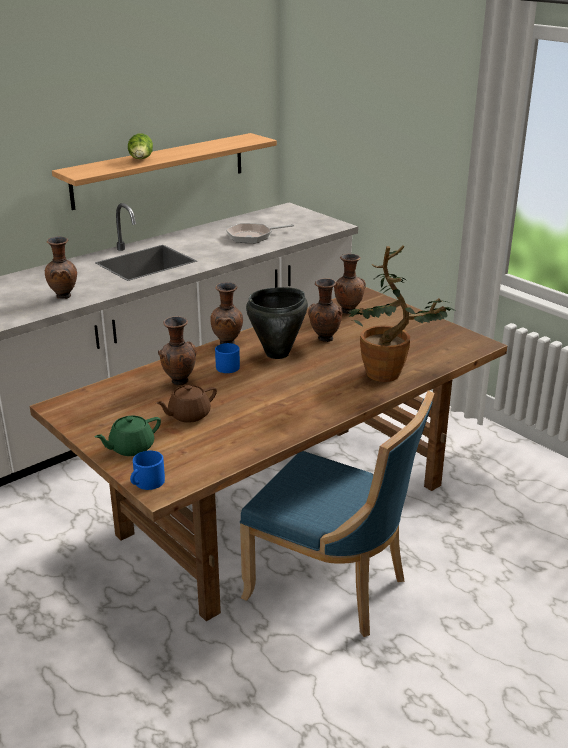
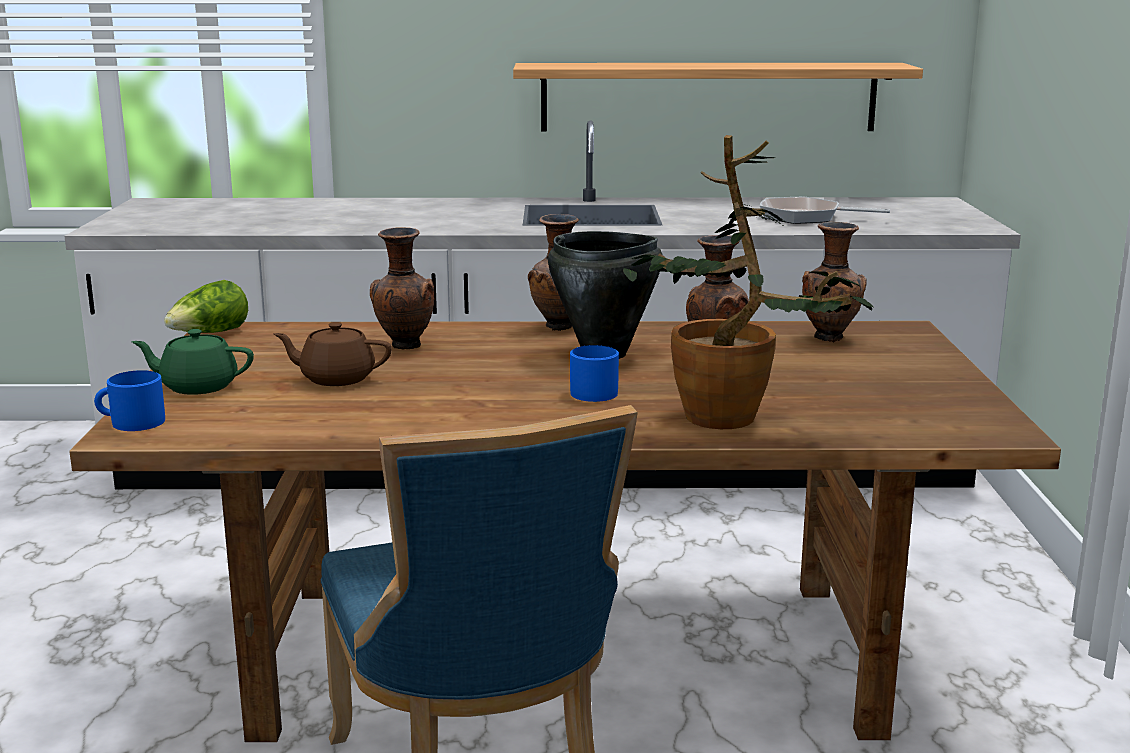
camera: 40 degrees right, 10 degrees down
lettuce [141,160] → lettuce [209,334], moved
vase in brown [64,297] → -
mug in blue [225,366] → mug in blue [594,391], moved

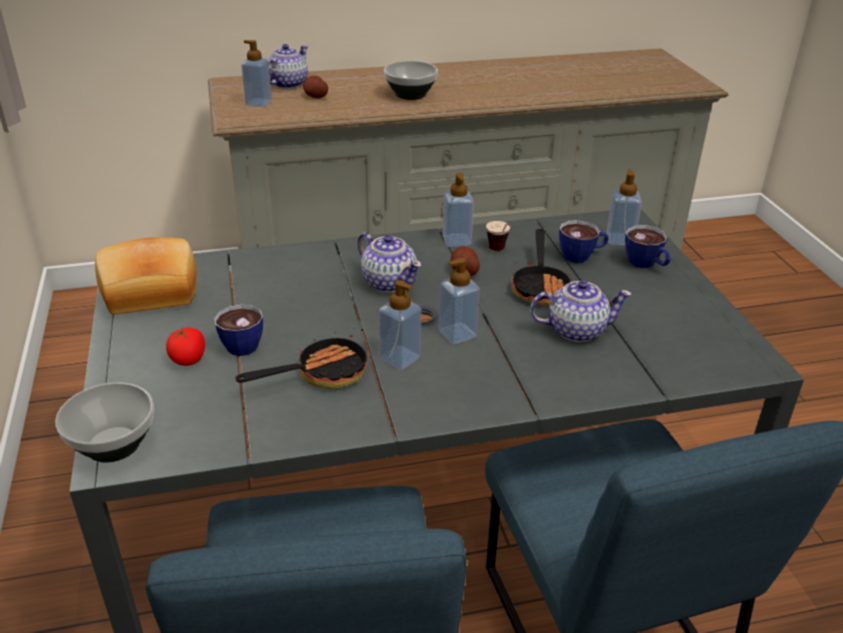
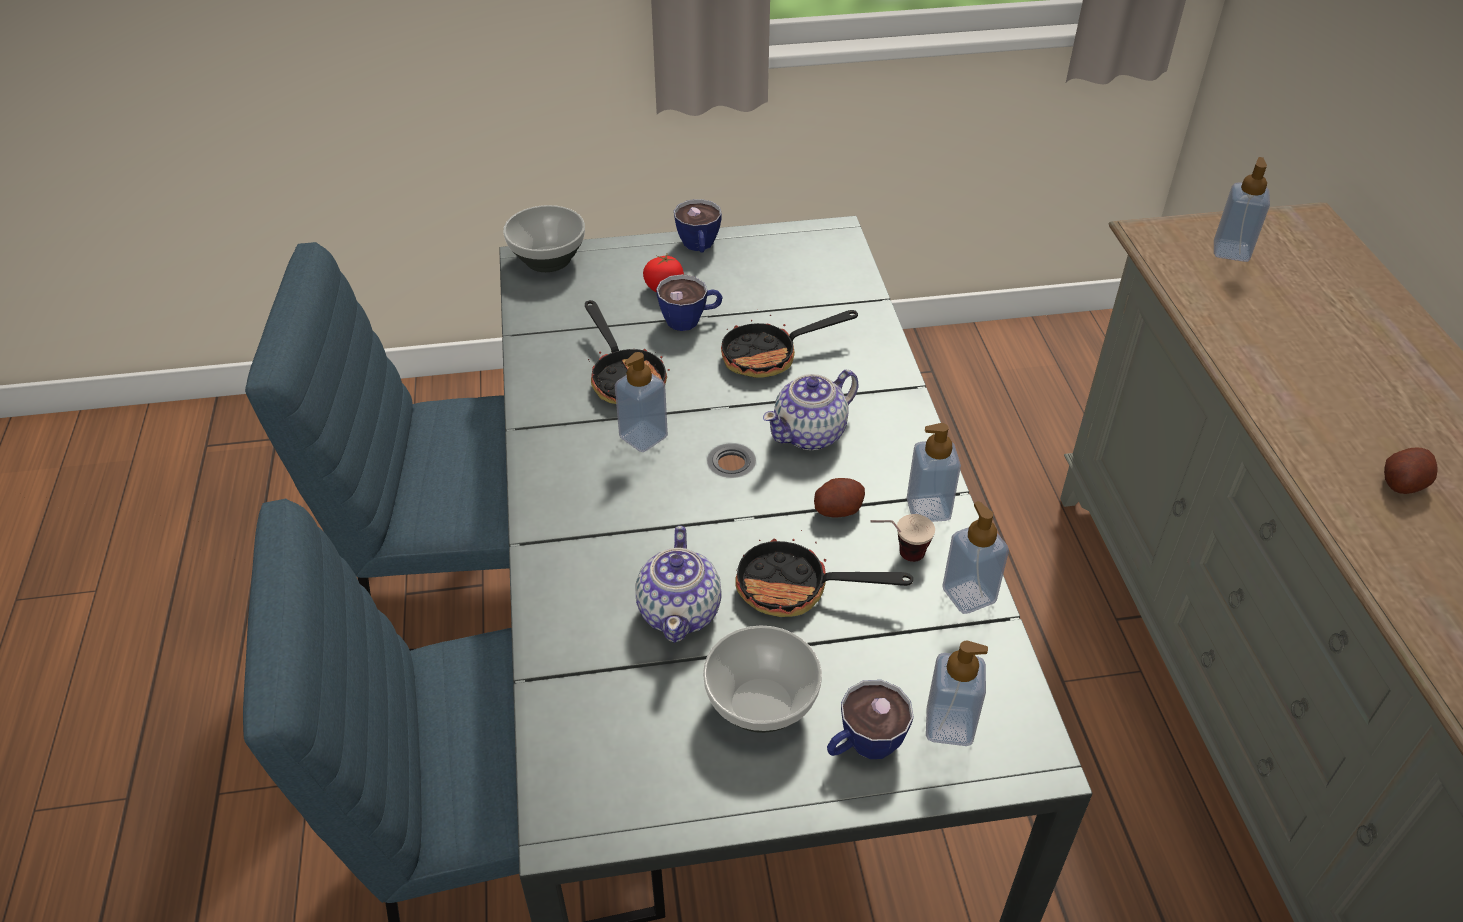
camera: 95 degrees right, 10 degrees up
teapot [287,84] → -
bowl [411,95] → bowl [761,707], moved
potato [315,96] → potato [1402,483], moved
cup [582,256] → cup [699,247], moved
bread [151,293] → -
soap dispenser [457,334] → soap dispenser [969,595], moved
- → frying pan [770,356]

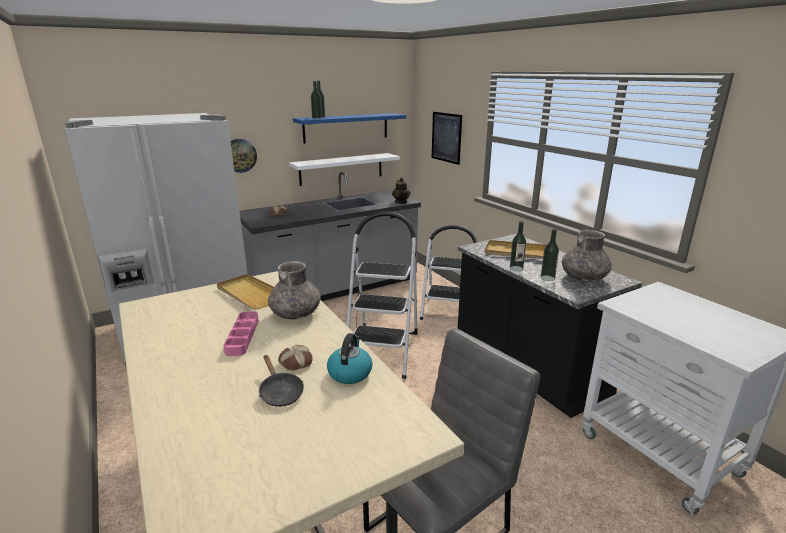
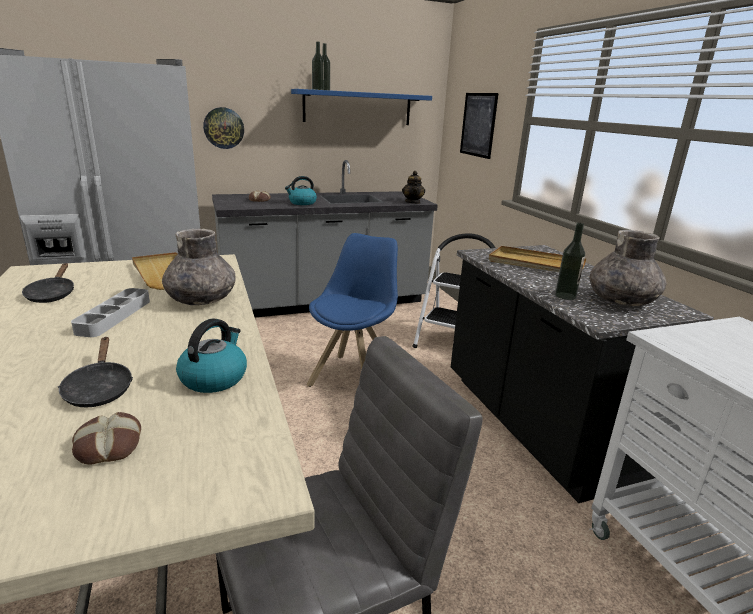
camera: 10 degrees right, 0 degrees up
shelf in white [341,169] → -
step ladder [384,350] → chair in blue [353,377]
bottle [516,268] → -
tray in pink [242,336] → tray in grey [114,316]
bread [295,362] → bread [108,446], moved
- → kettle [302,203]
- → frying pan in black [52,294]

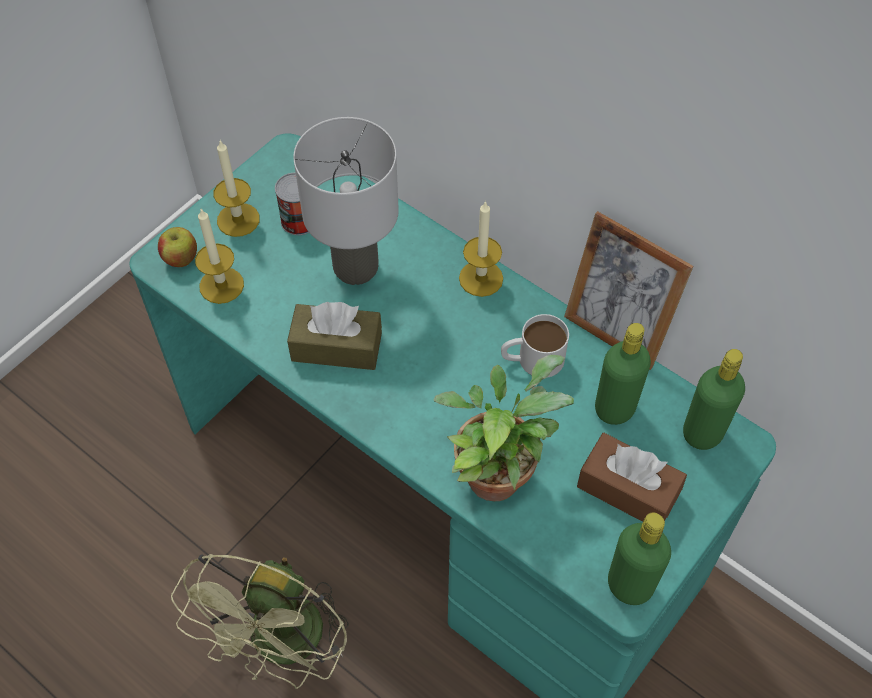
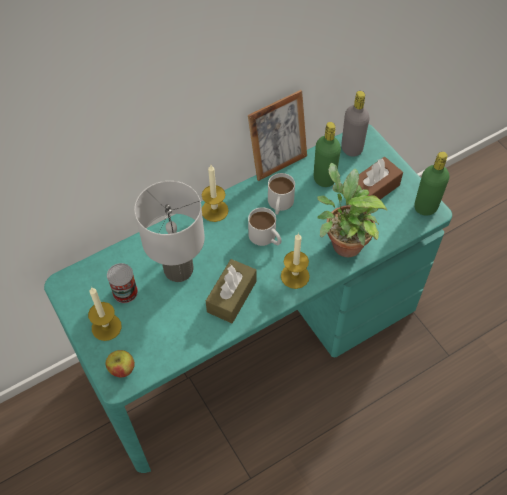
camera: 70 degrees left, 0 degrees up
candle [221,285] → candle [295,276], moved
bottle in green [702,433] → bottle in grey [351,148]
fan in green [283,647] → -
- → mug in white [266,237]

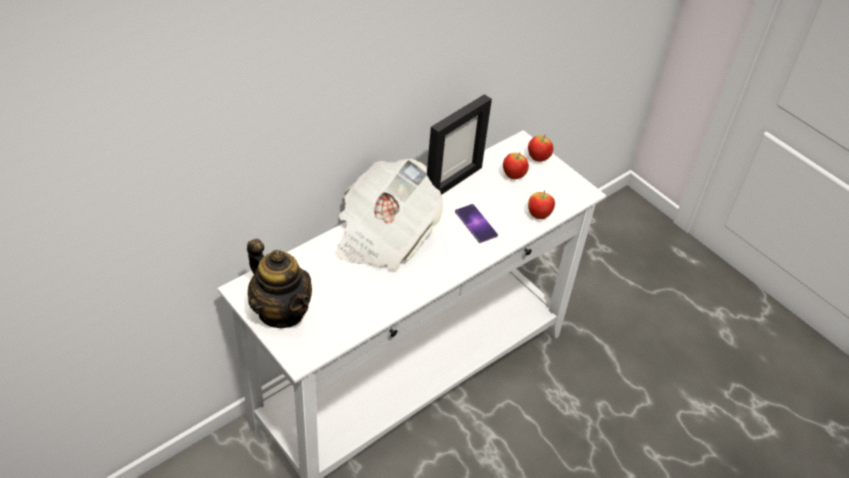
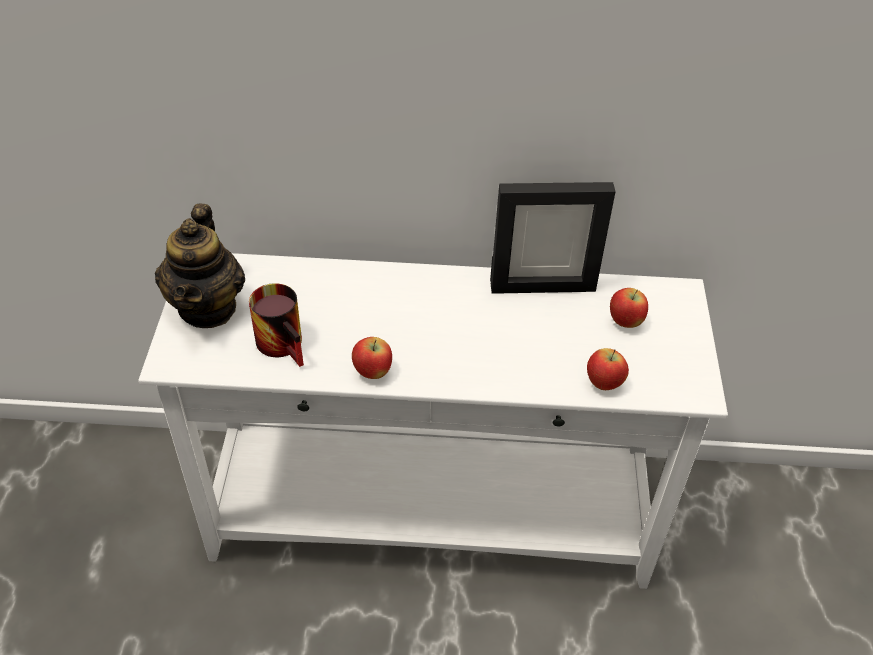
camera: 45 degrees right, 0 degrees up
apple [538,158] → apple [372,372], moved
newspaper [384,235] → -
phone [476,223] → -
- → mug [287,343]

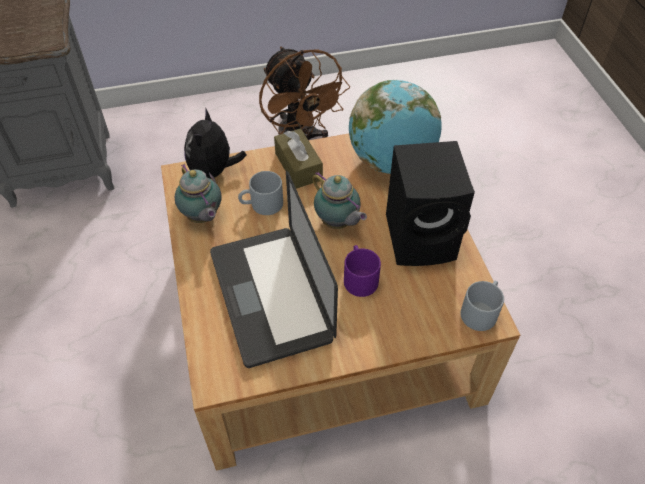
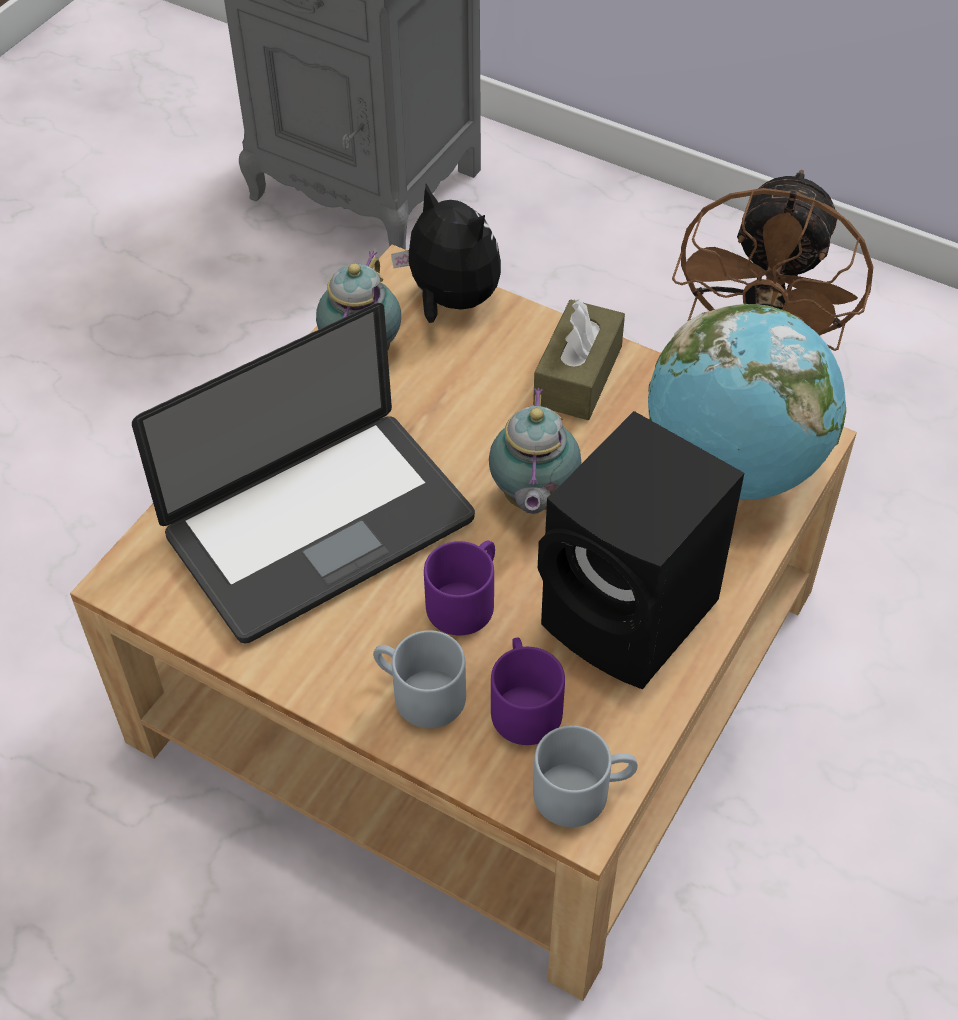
camera: 45 degrees right, 0 degrees up
plush toy [214,171] → plush toy [450,301], 75 degrees clockwise
laptop [270,295] → laptop [320,528], 150 degrees counterclockwise
mug in grey [261,205] → mug in grey [418,693], moved
- → mug in purple [522,703]

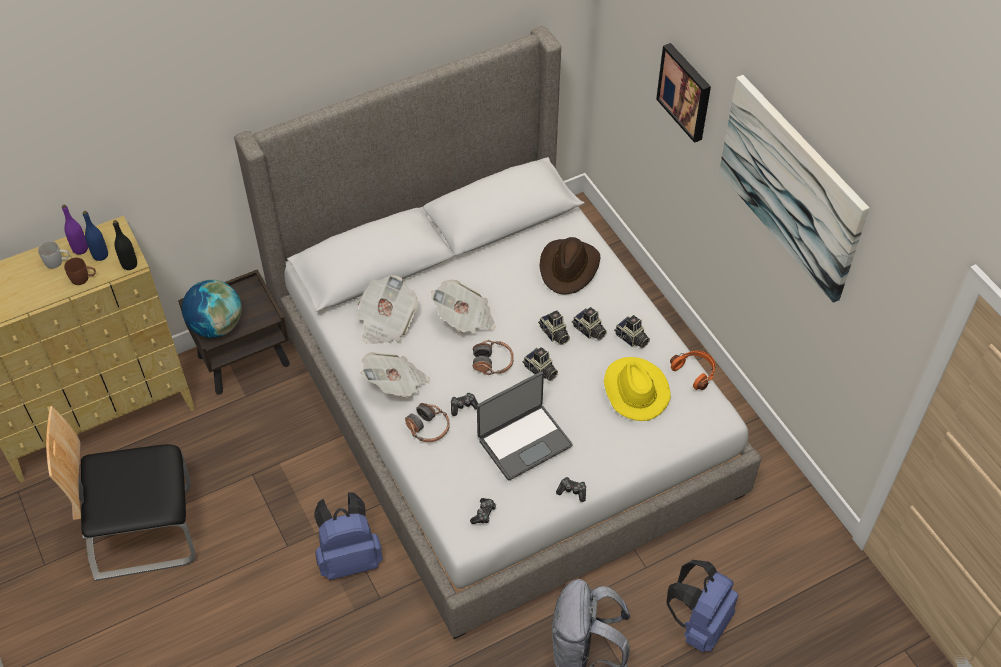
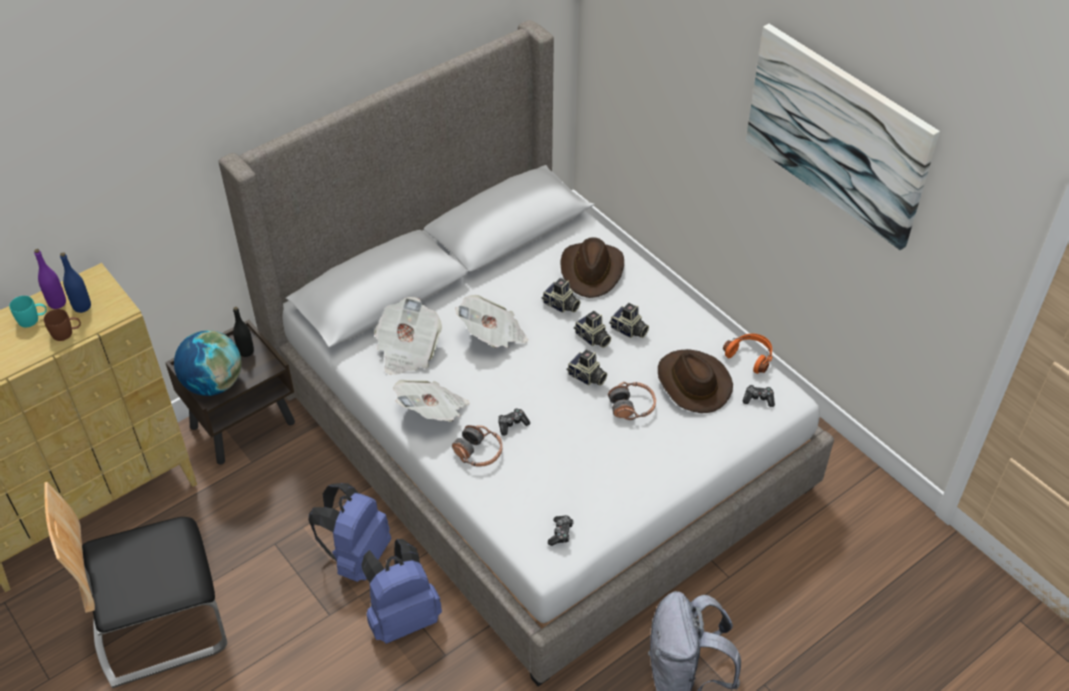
camera: 10 degrees left, 5 degrees down
picture [686,91] → -
bottle in black [129,264] → bottle in black [246,351], moved
mug in white [58,262] → mug in turquoise [33,320]
photo camera [631,339] → photo camera [561,305], moved
headphones [493,362] → headphones [632,406], moved
hat in yellow [635,390] → hat in brown [692,383]
laptop [524,441] → -
game controller [572,491] → game controller [758,399], moved
backpack in blue [699,623] → backpack in blue [357,556], moved

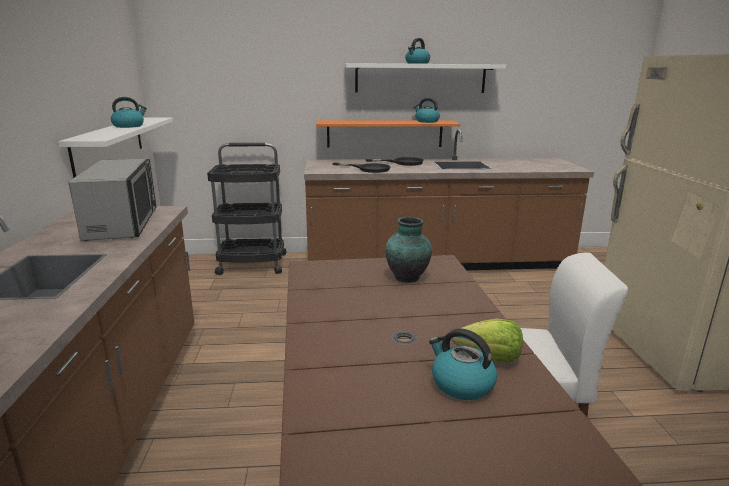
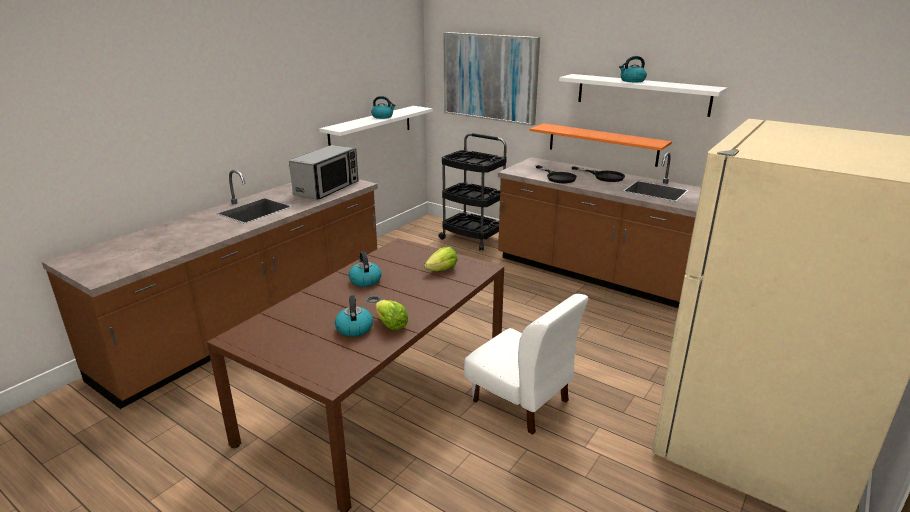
camera: 40 degrees right, 5 degrees up
kettle [426,121] → kettle [365,280], moved
vase [408,277] → lettuce [442,270]
- → picture [490,77]

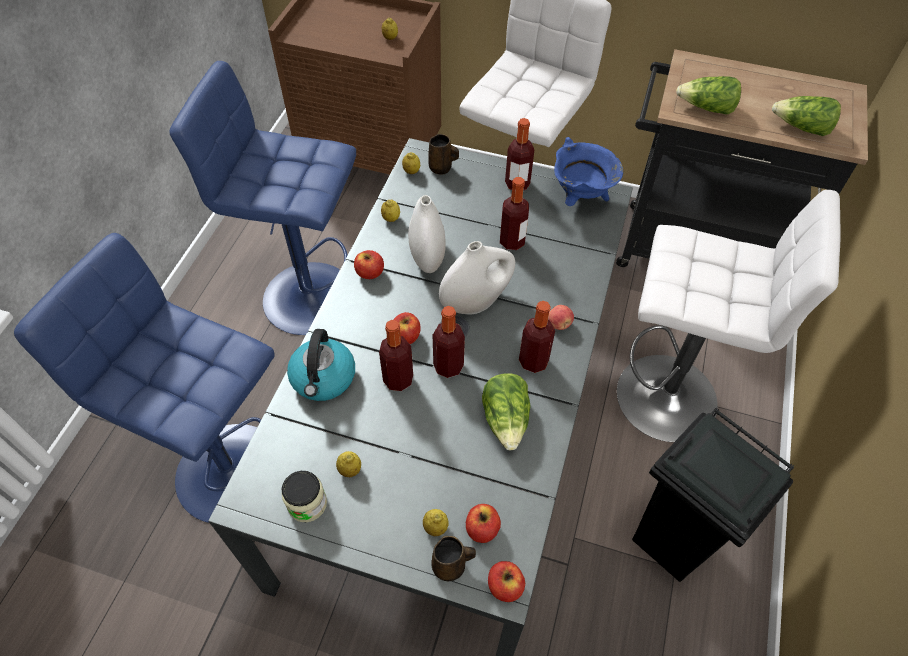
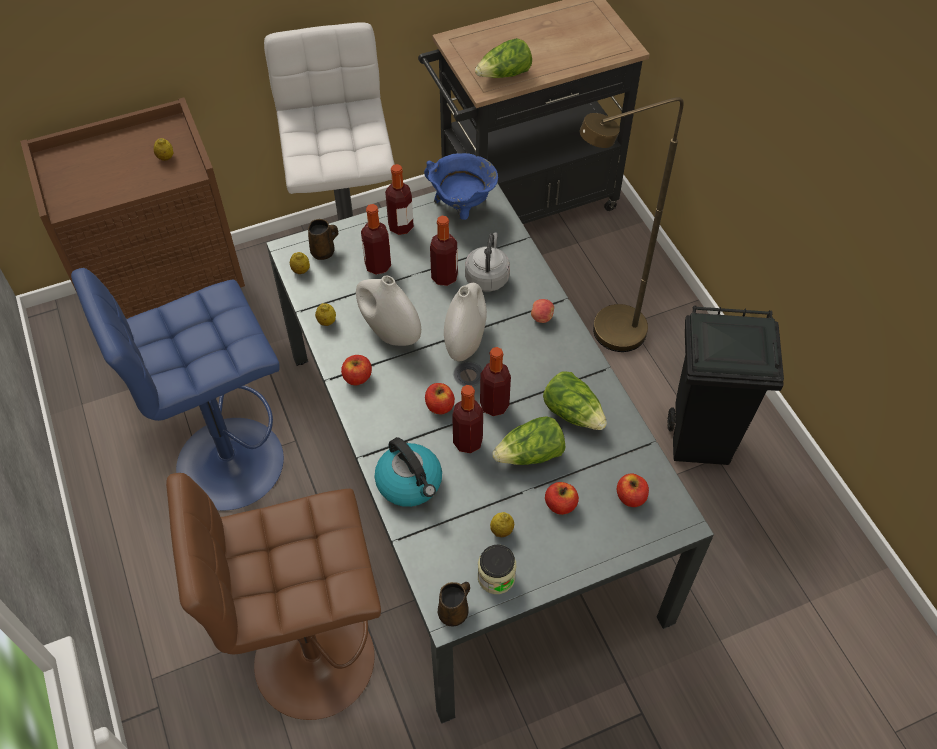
camera: 40 degrees left, 0 degrees up
lettuce [801,128] → lettuce [530,454], moved
stool in white [667,398] → floor lamp in brown [607,337]
stool in blue [229,471] → stool in brown [313,659]
bottle [533,361] → bottle [378,265], moved
lemon [435,527] → -
mug in brown [450,566] → mug in brown [454,612], moved
apple [504,586] → apple [560,505], moved
- → kettle in grey [487,276]

